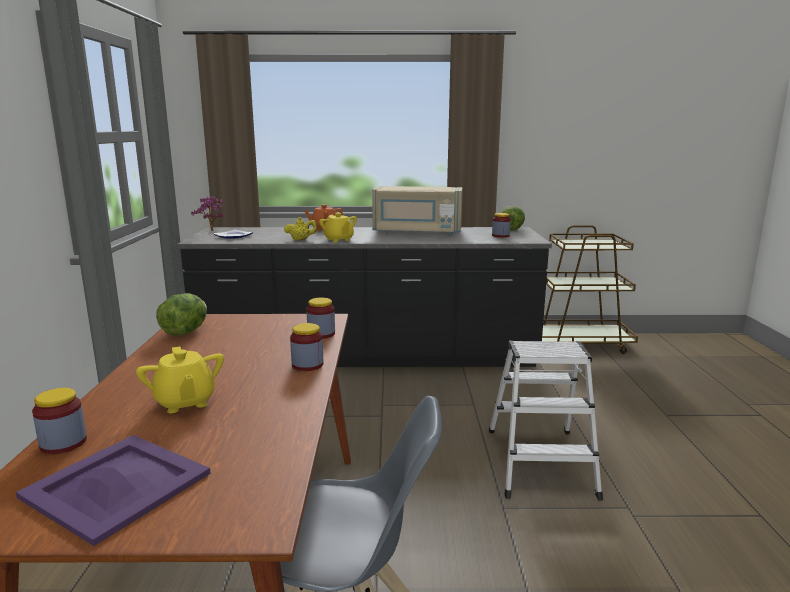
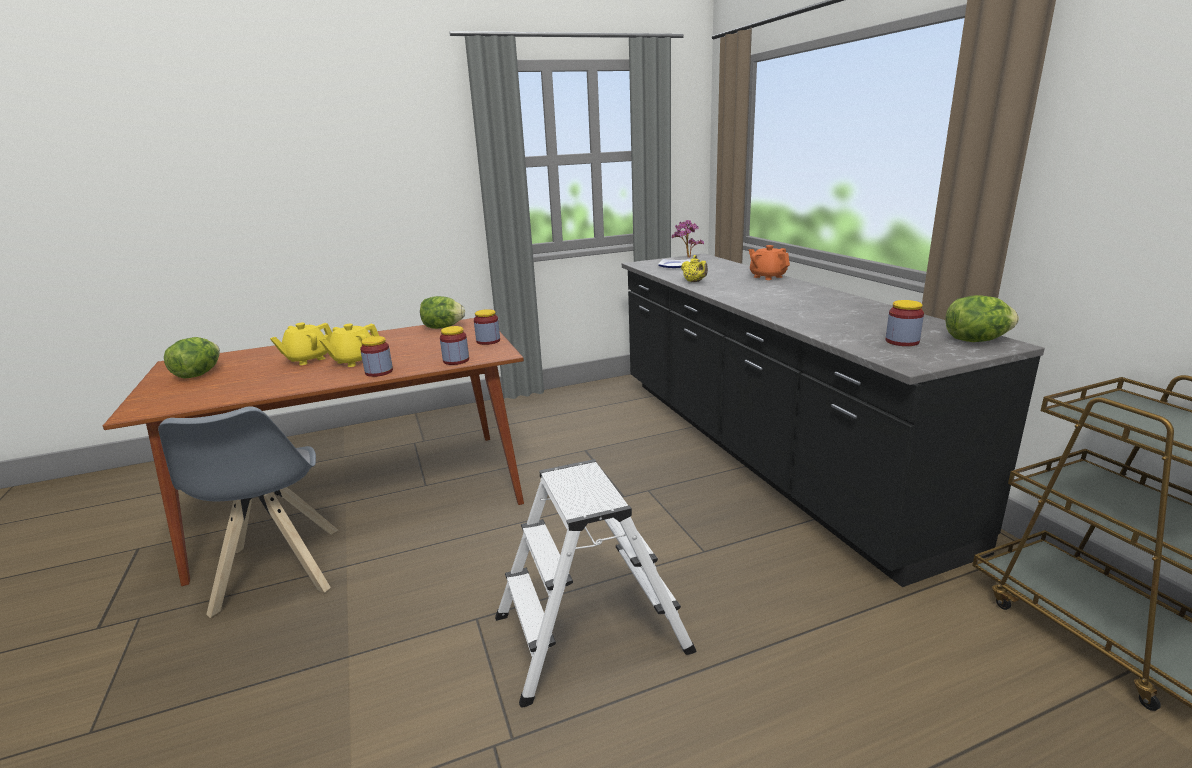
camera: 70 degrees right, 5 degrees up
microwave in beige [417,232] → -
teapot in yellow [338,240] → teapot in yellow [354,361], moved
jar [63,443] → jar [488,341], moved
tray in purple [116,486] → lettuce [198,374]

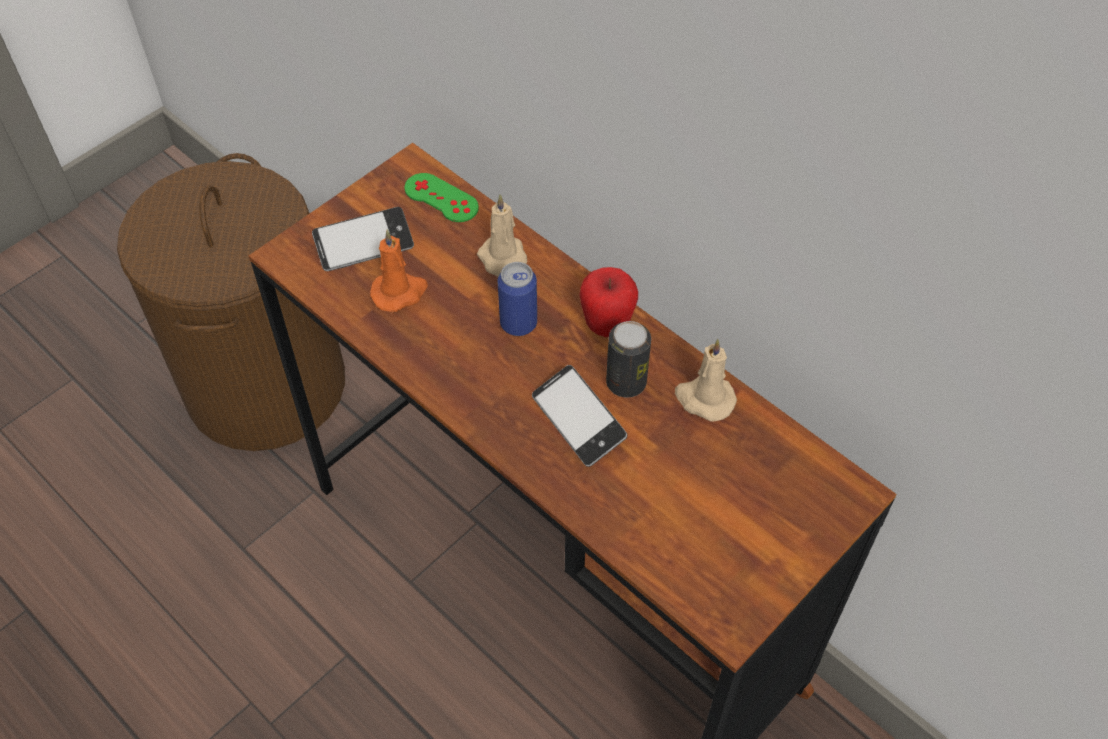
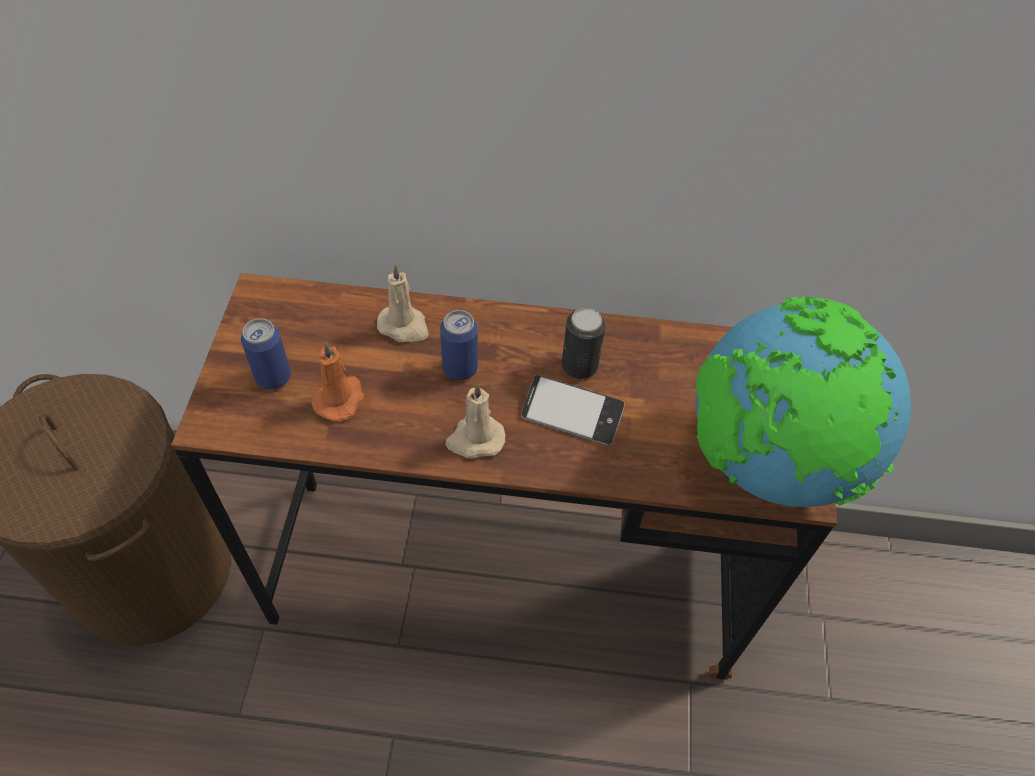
camera: 40 degrees left, 0 degrees up
game controller in green [441,198] → -
phone [364,245] → can [273,377]
apple [607,325] → -
candle in beige [704,399] → candle in beige [475,439], moved
- → globe [769,461]

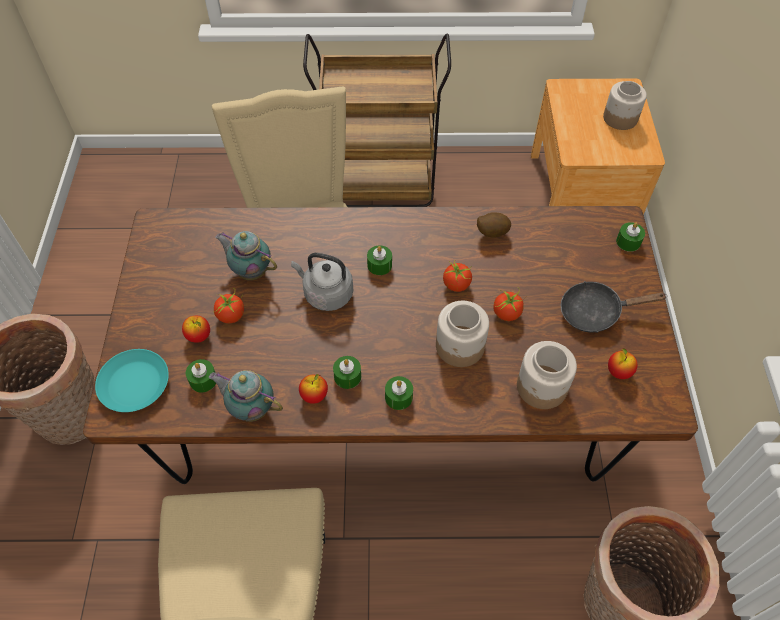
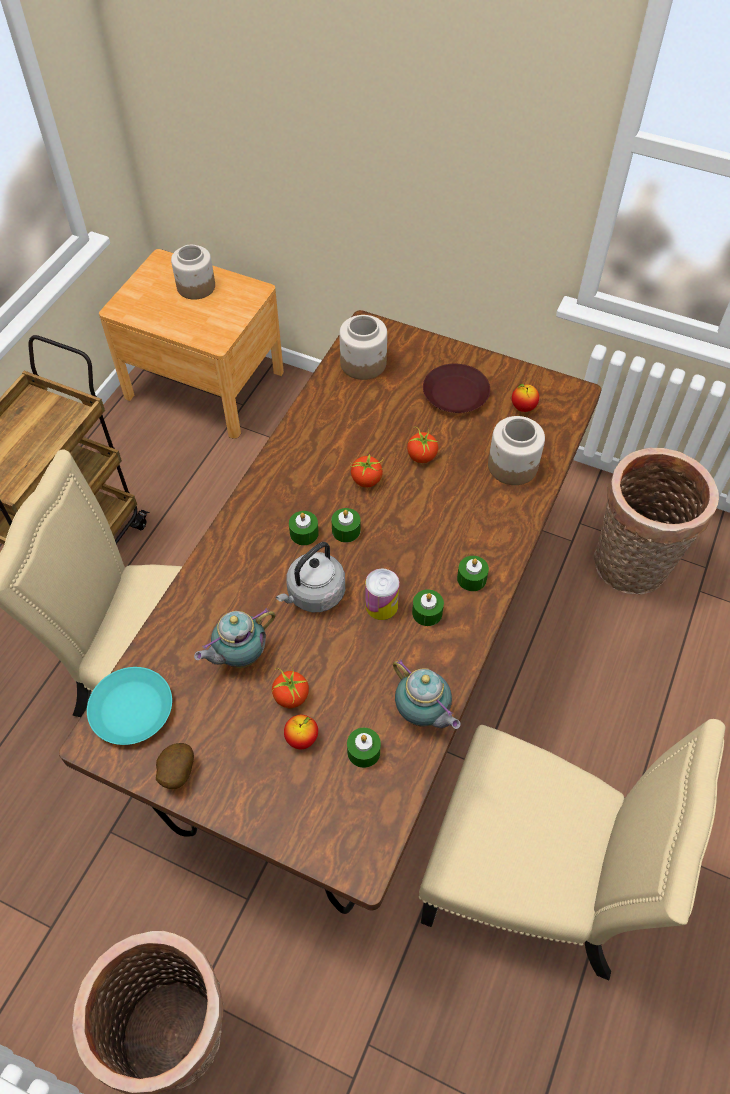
camera: 65 degrees left, 0 degrees up
potato [491,232] → potato [176,773], moved
candle in green [628,242] → candle in green [346,530], moved
frying pan in black [596,312] → plate in brown [455,393]
jar [460,347] → jar [364,363], moved
plate in turquoise [135,384] → plate in turquoise [132,709], moved
teapot [251,408] → teapot [423,715], 90 degrees counterclockwise
apple [314,395] → -
- → can [381,605]

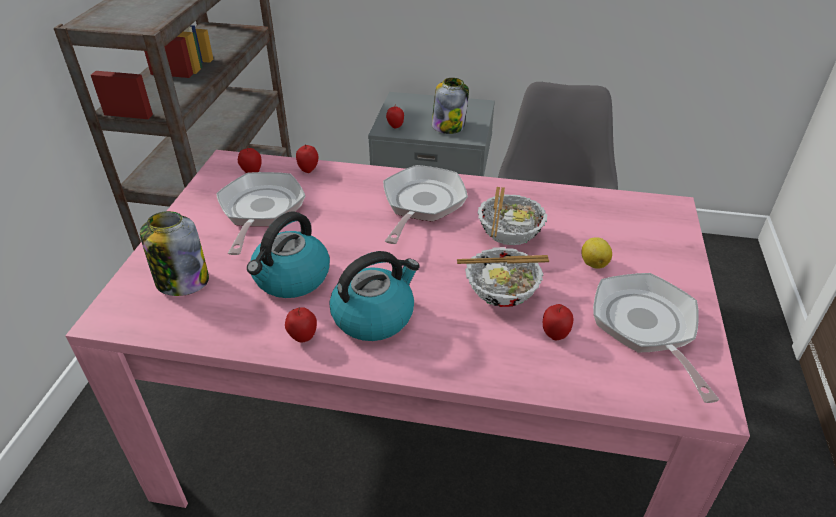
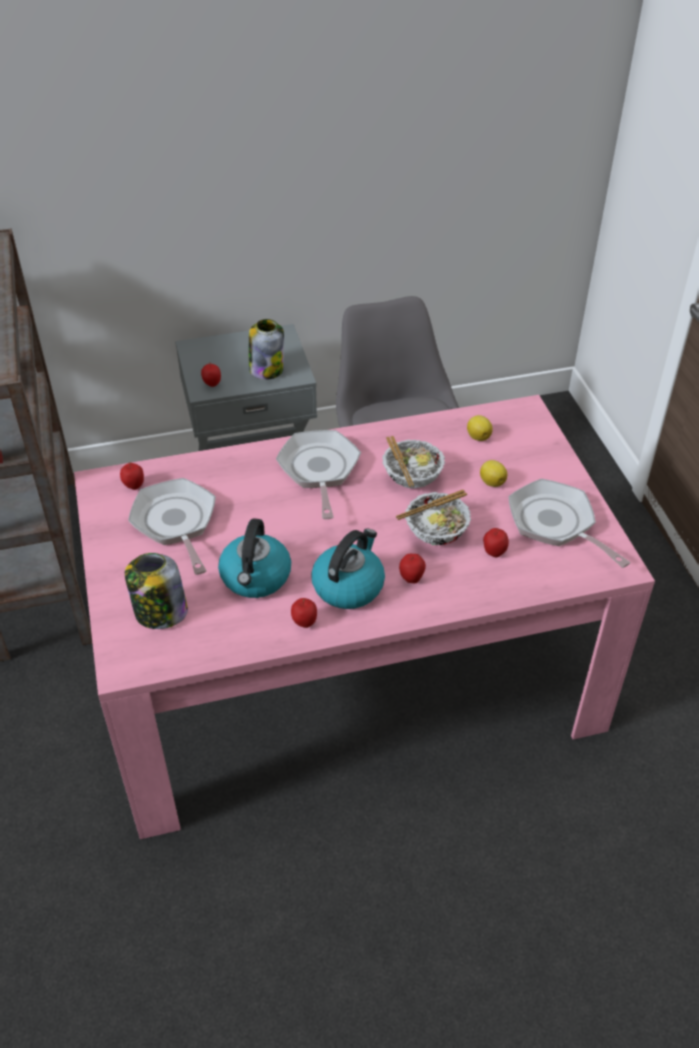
camera: 25 degrees left, 5 degrees up
apple [308,170] → apple [411,578], moved
- → lemon [478,436]

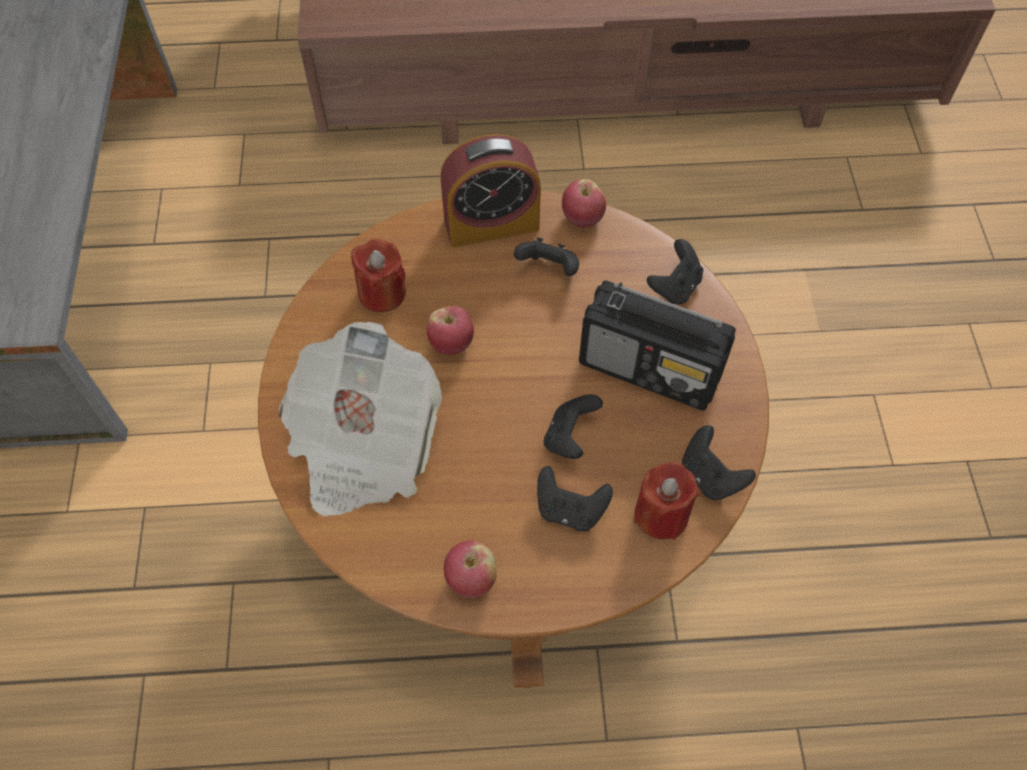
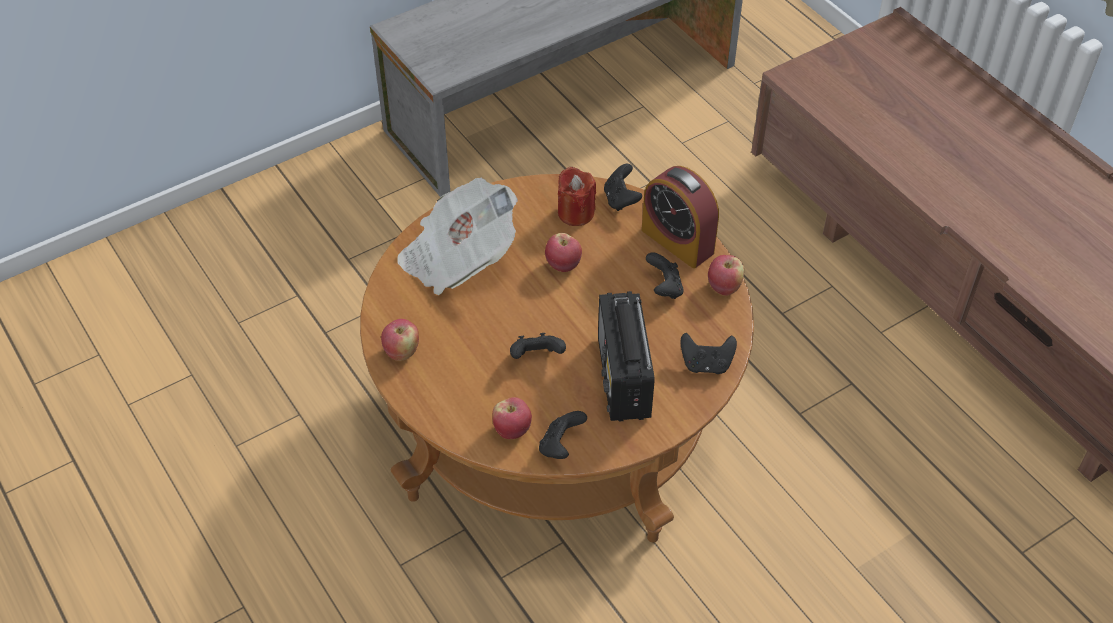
camera: 60 degrees right, 10 degrees down
candle in red [661,514] → apple [512,430]
game controller in black [570,509] → game controller in black [621,199], moved

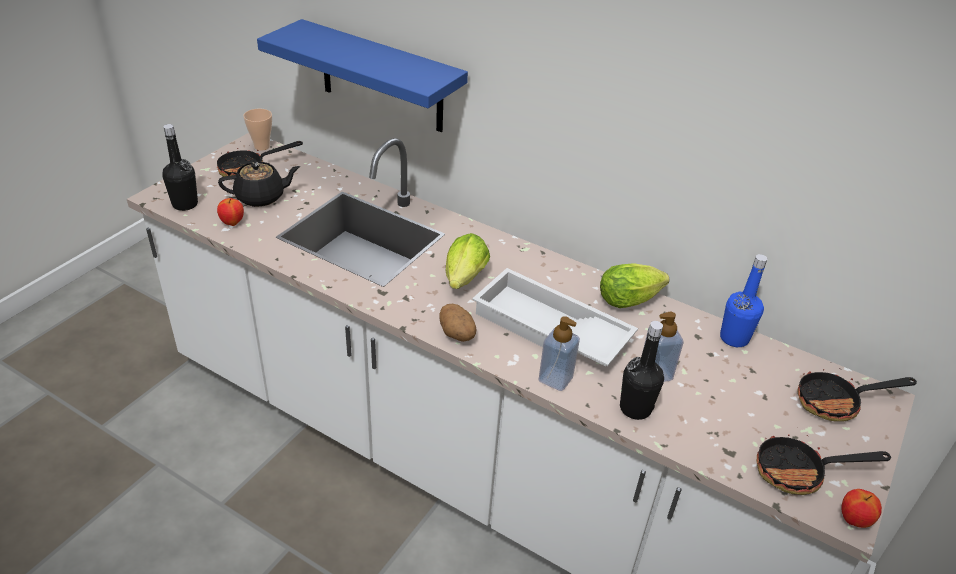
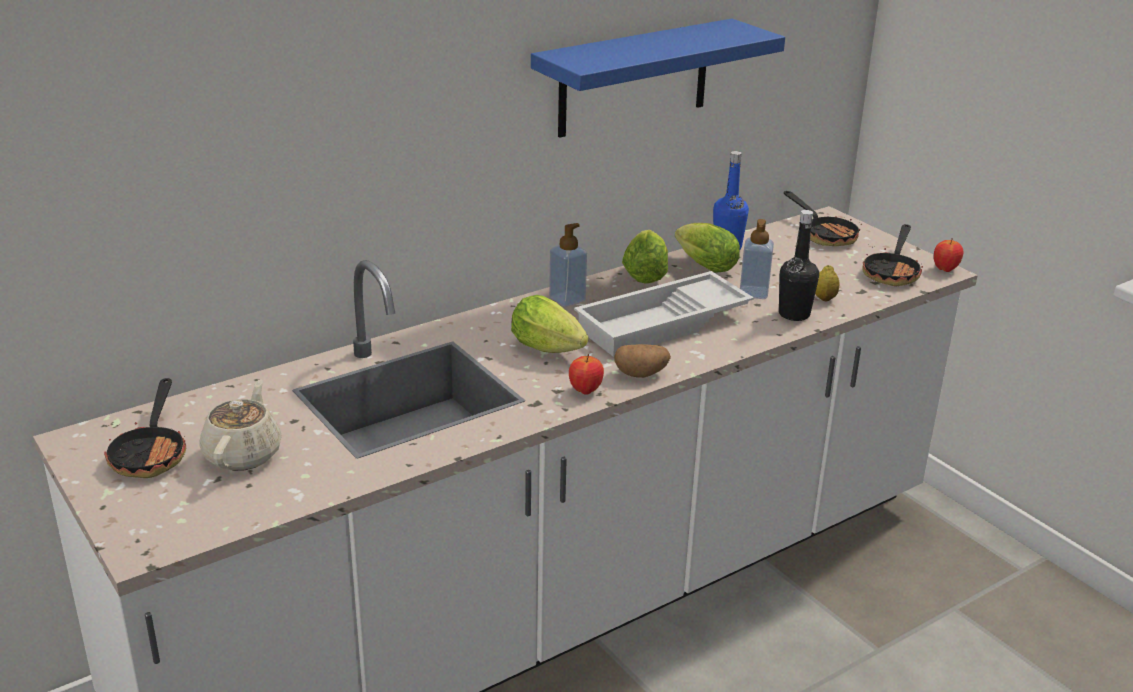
camera: 65 degrees left, 10 degrees down
shelf in blue [381,77] → shelf in blue [634,78], moved
cup [262,146] → -
bottle in black [185,204] → -
teapot in black [261,197] → teapot in beige [243,454]
apple [232,223] → apple [585,391], moved
soap dispenser [555,379] → soap dispenser [567,299], moved
frying pan [836,402] → frying pan [824,234], 45 degrees counterclockwise
- → lettuce [702,265]
- → lemon [824,298]

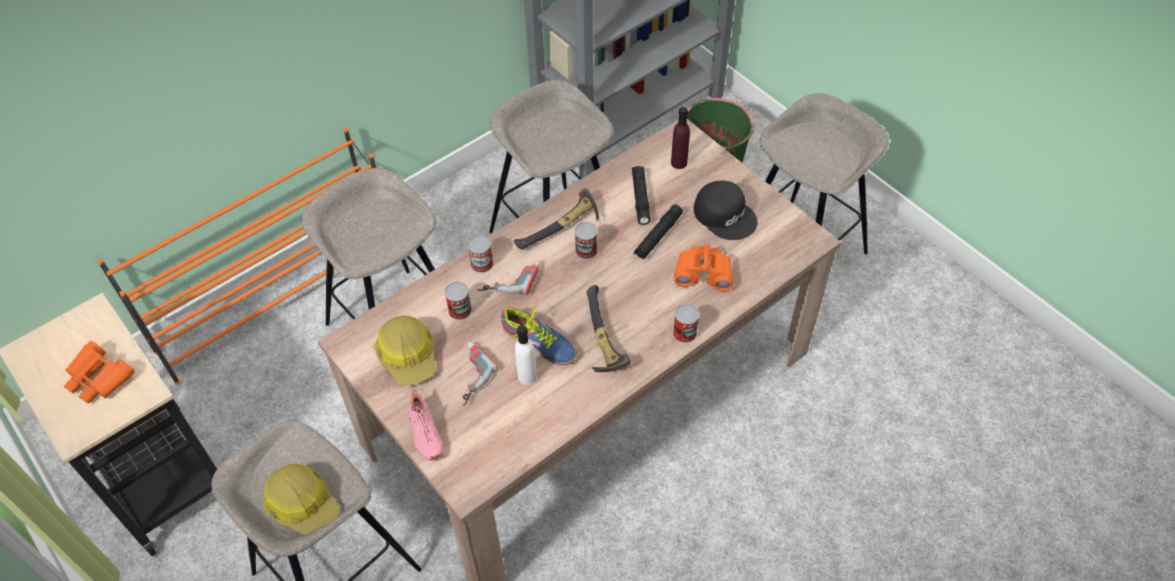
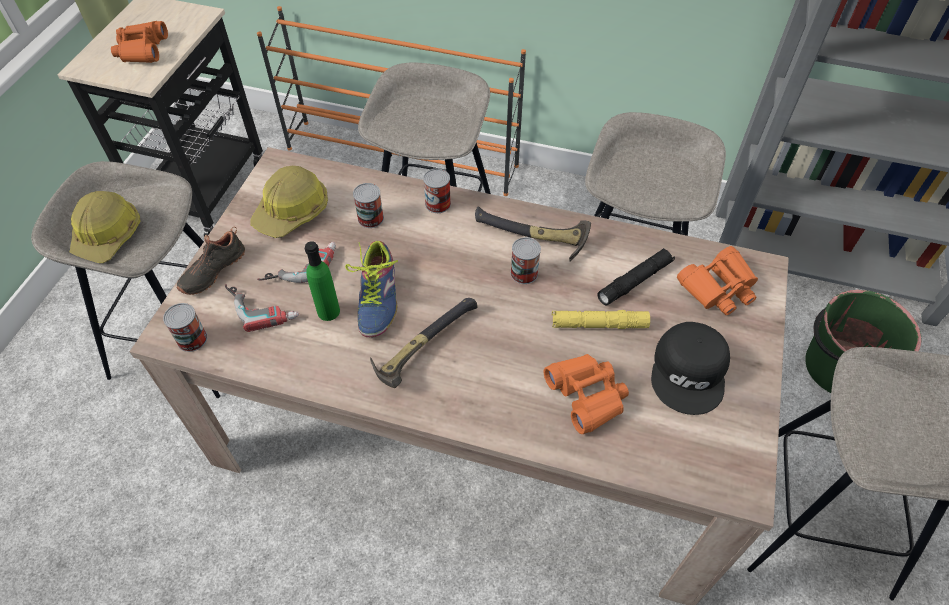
camera: 55 degrees right, 0 degrees up
bottle in purple [679,163] → binoculars in orange [718,288]
flashlight in black [658,236] → flashlight in yellow [599,324]
power drill [510,278] → power drill [263,304], moved
can [685,332] → can [192,339], moved
bottle in white [527,376] → bottle in green [328,311]
shoe in pink [424,433] → shoe in black [212,270]

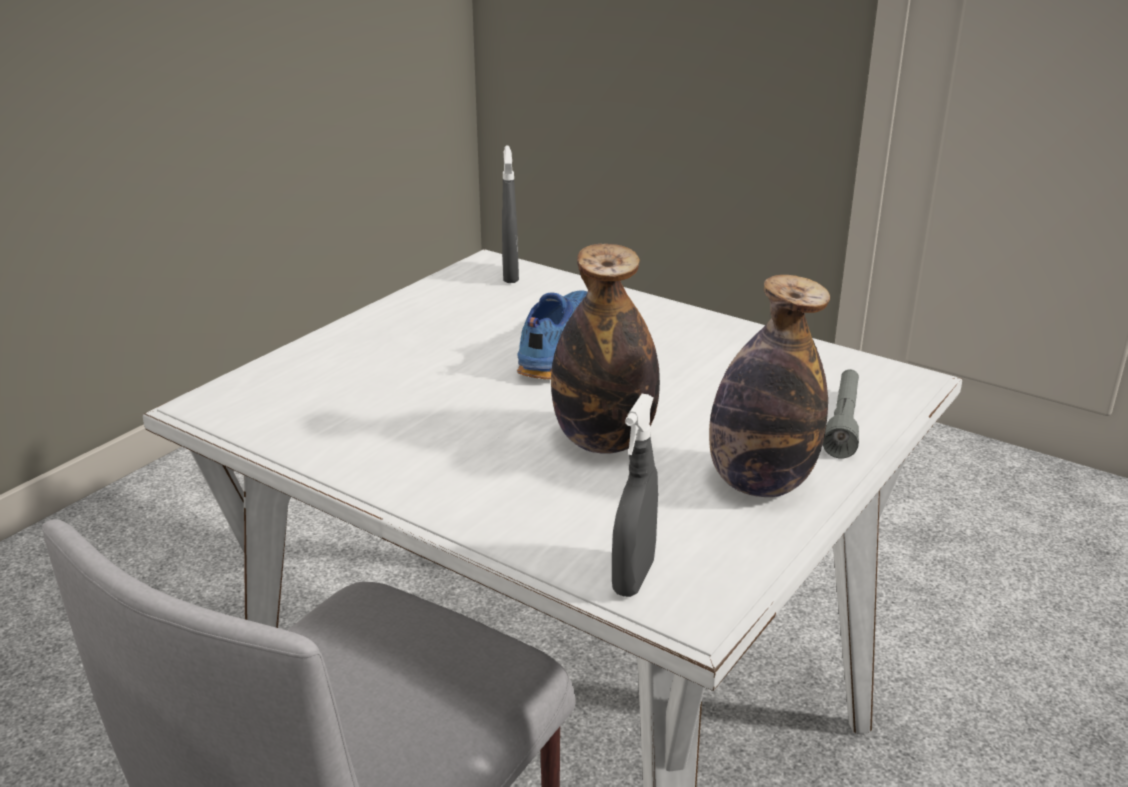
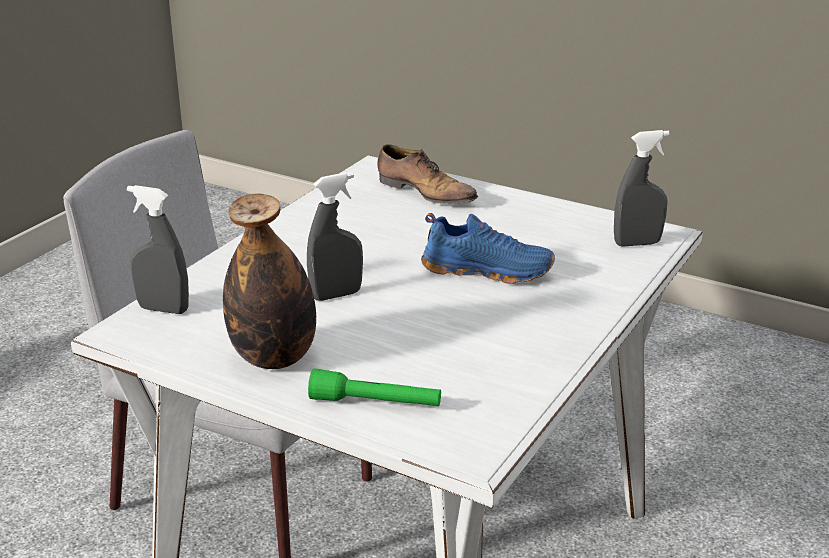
camera: 85 degrees right, 0 degrees up
bottle [604,441] → spray bottle in grey [336,295]
flashlight in grey [843,423] → flashlight in green [375,403]
- → shoe [425,192]

